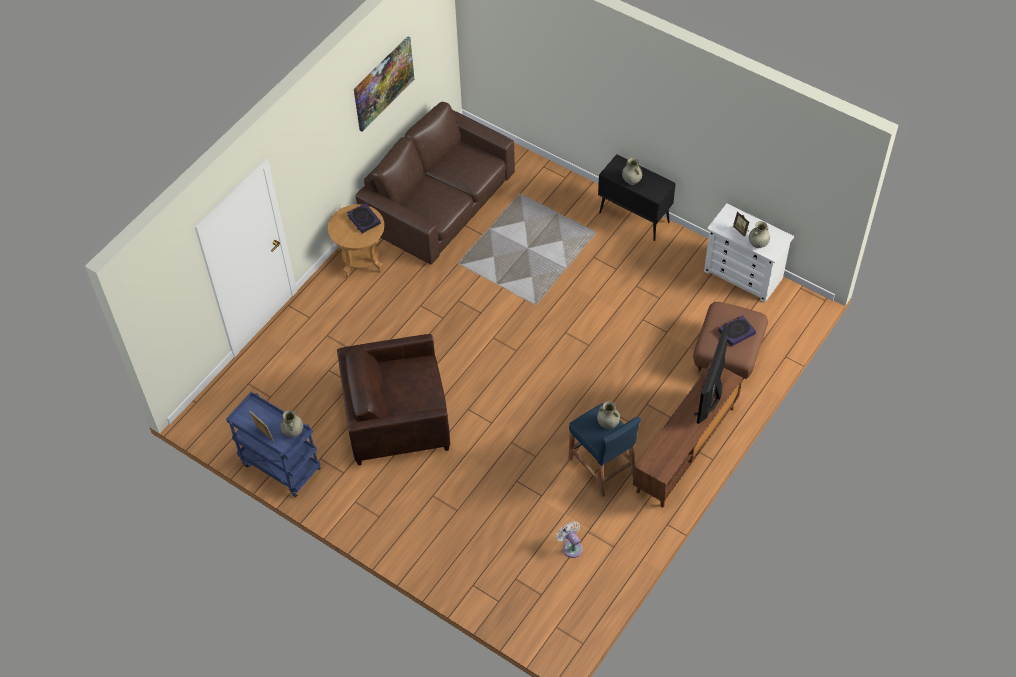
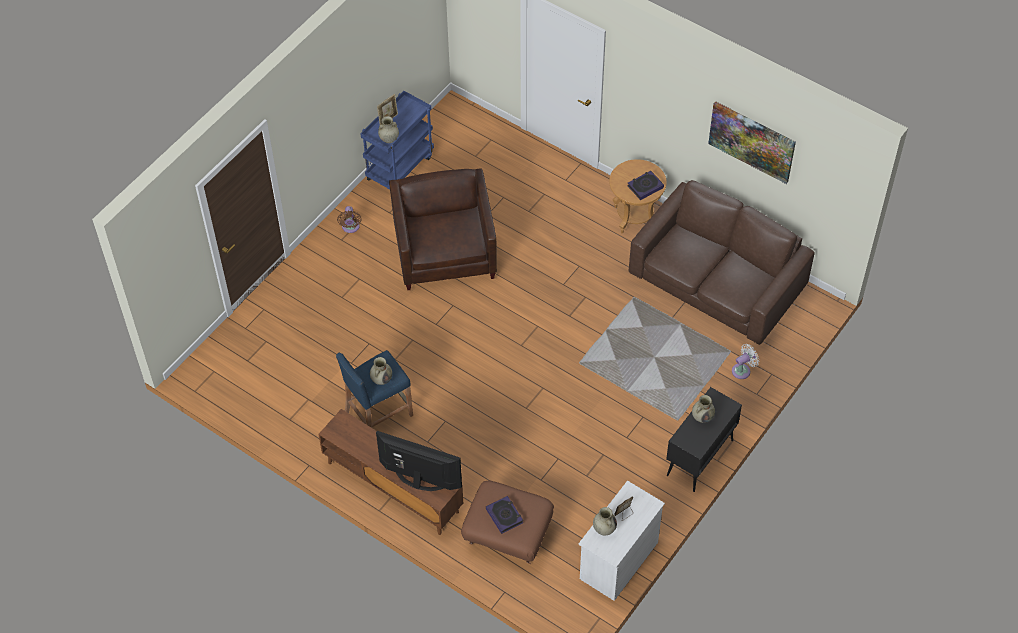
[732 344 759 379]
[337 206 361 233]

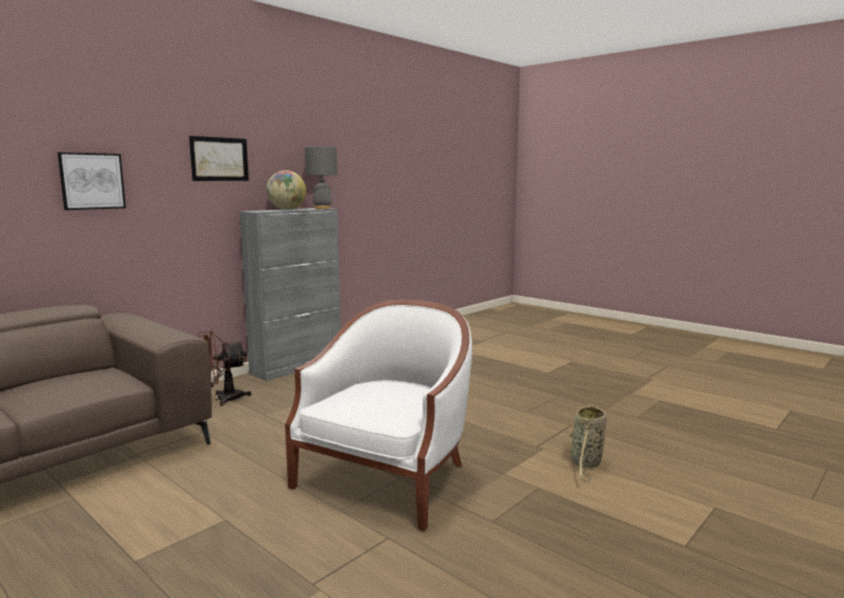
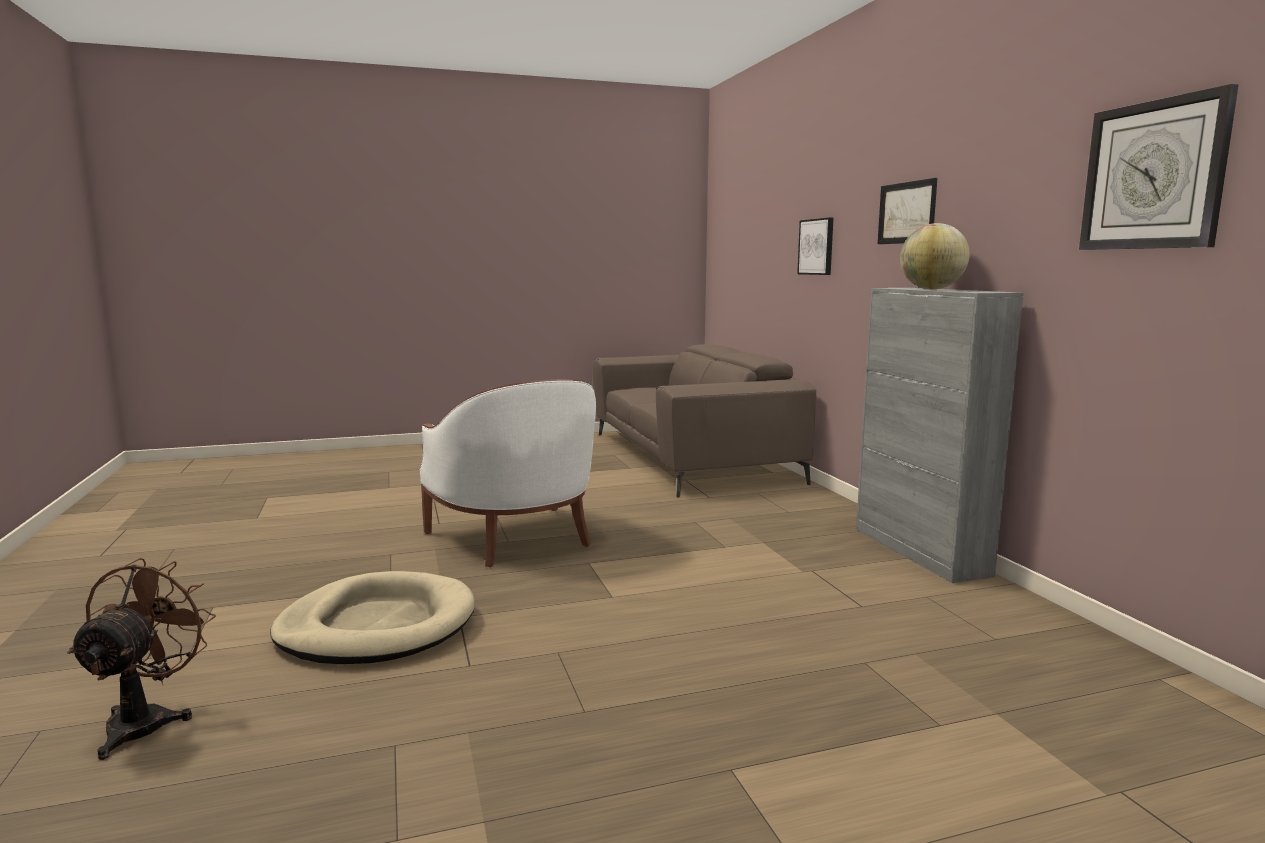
[305 145 337 209] (first image)
[67 558 216 760]
[270 571 475 664]
[1079 84 1238 250]

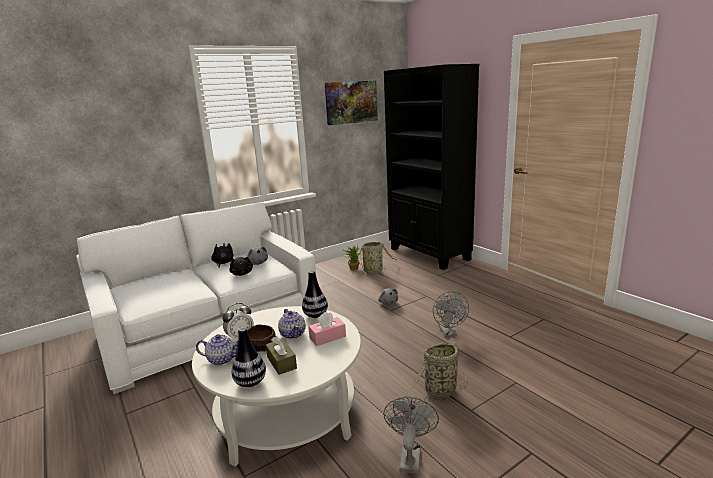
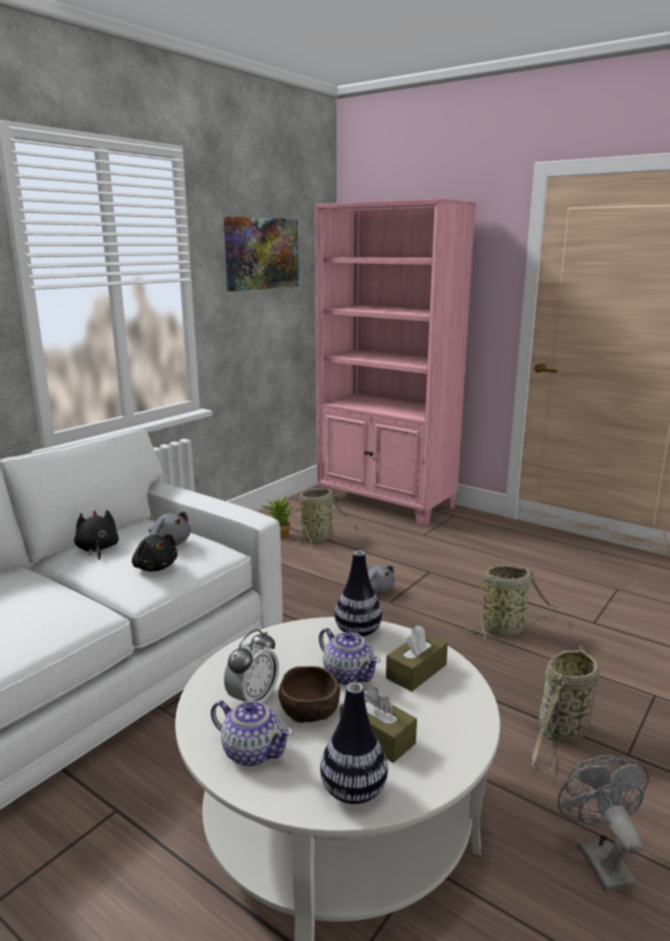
[315 198 476 526]
[464 565 558 639]
[386 625 448 692]
[211 700 293 766]

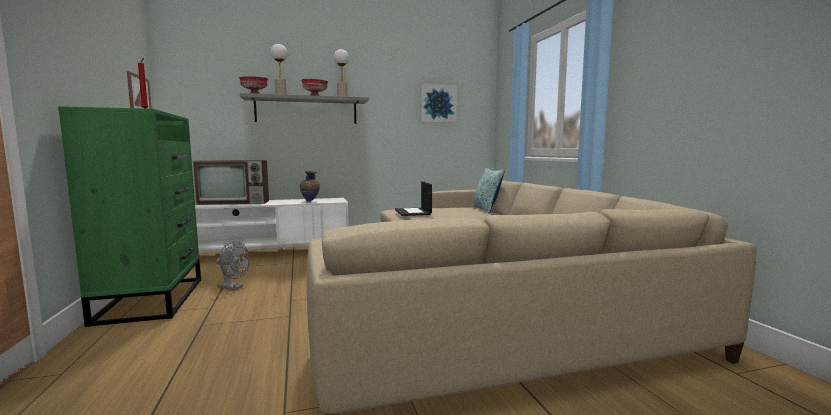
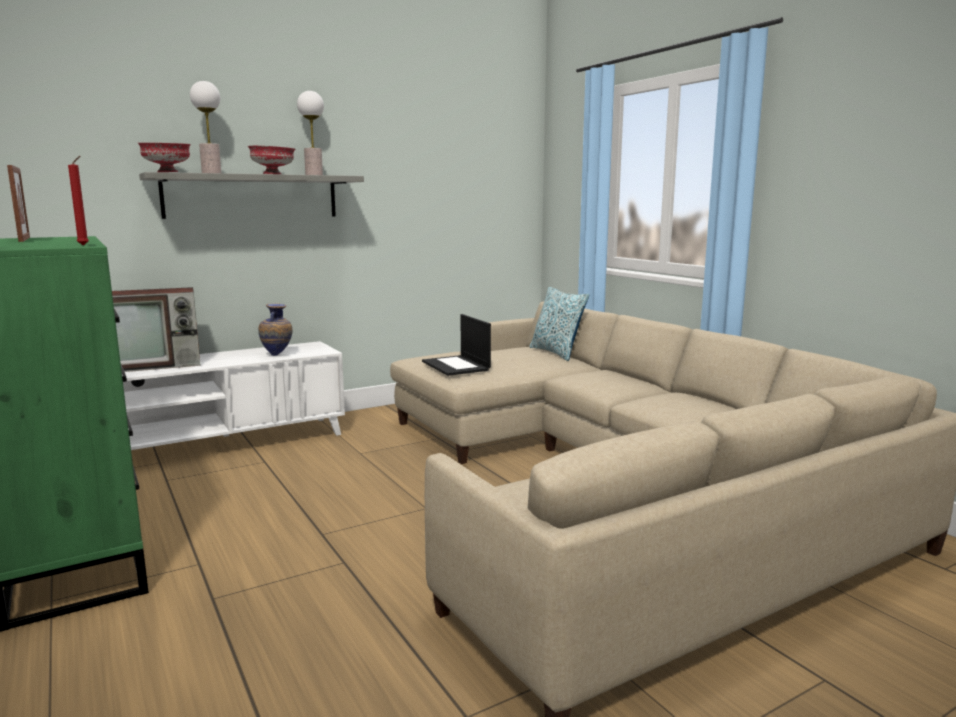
[421 84 457 123] (first image)
[216 241 250 290] (first image)

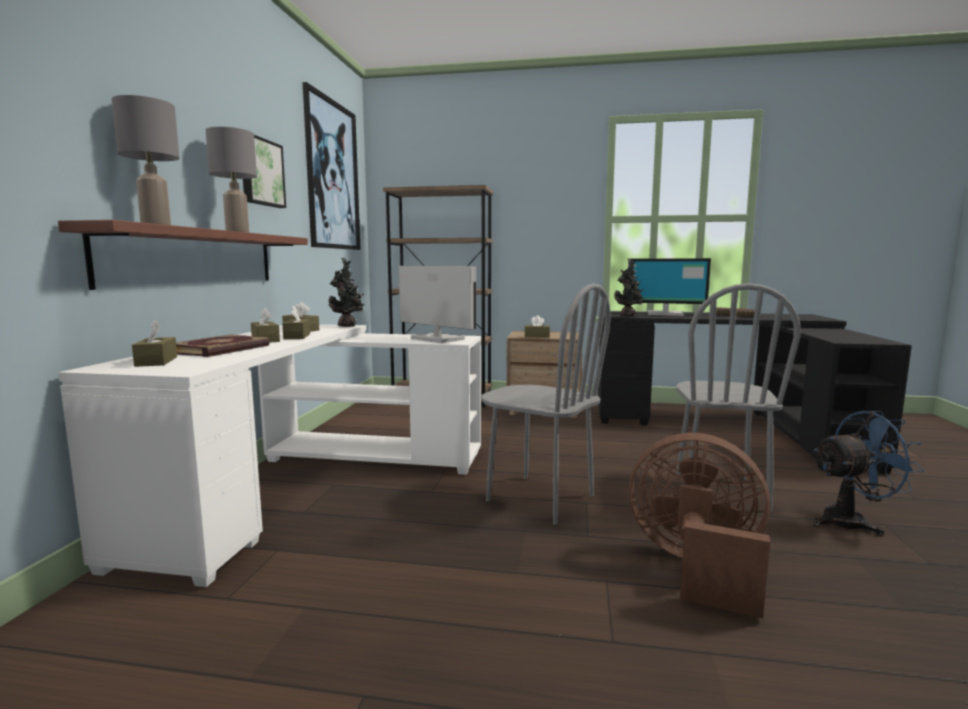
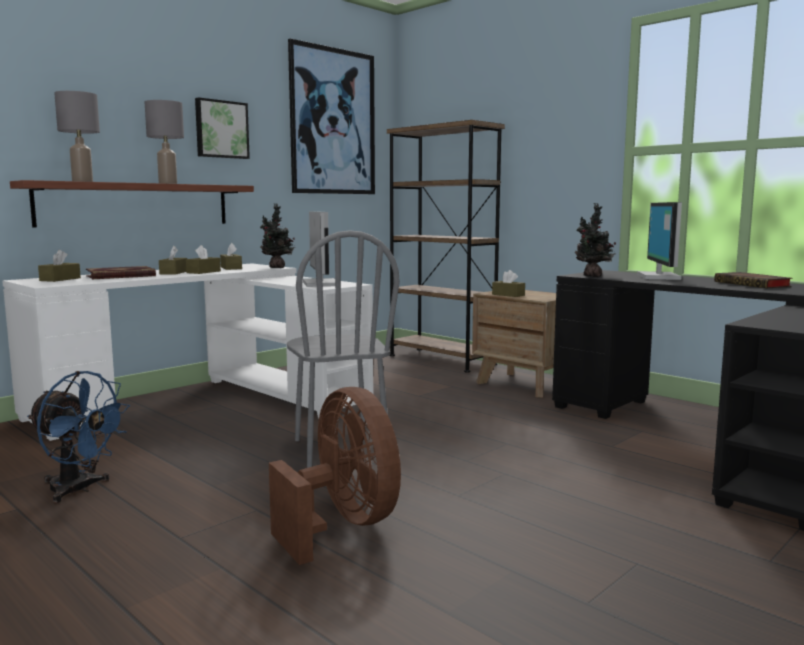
[637 202 682 280]
[676 283 801 512] (first image)
[27 371 130 503]

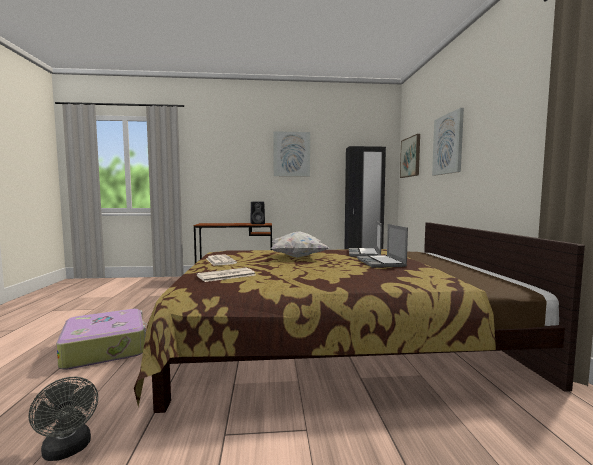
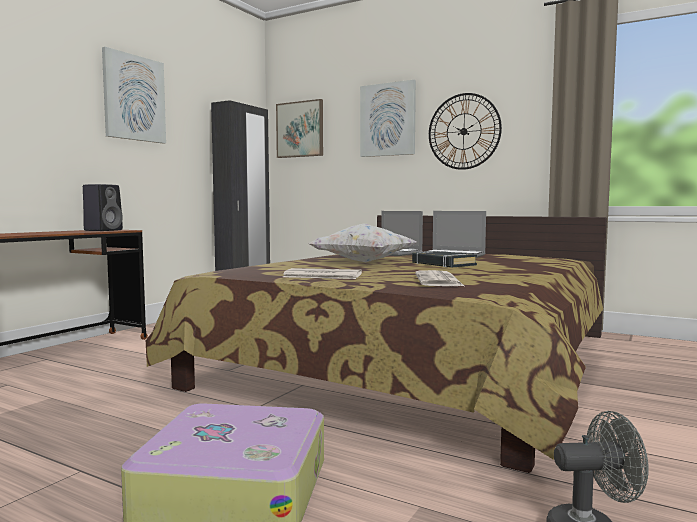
[429 93 502 170]
[412 251 477 267]

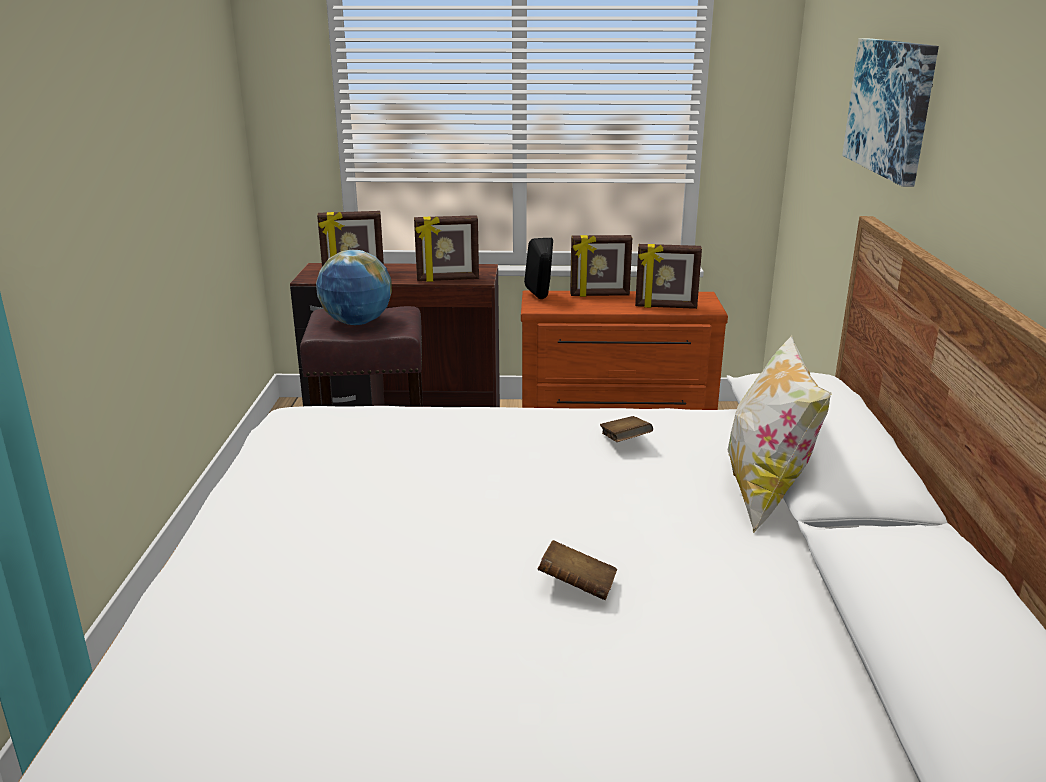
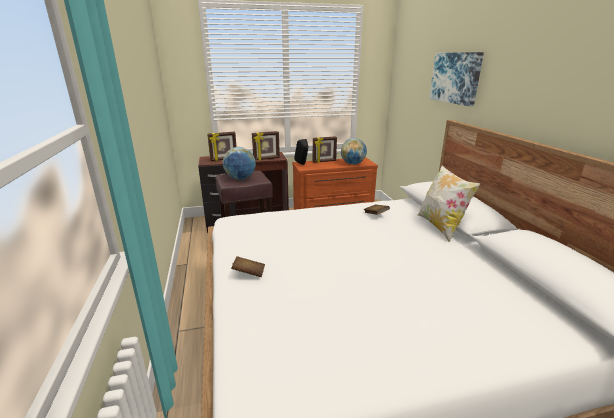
[341 138 367 165]
[231 256 265 277]

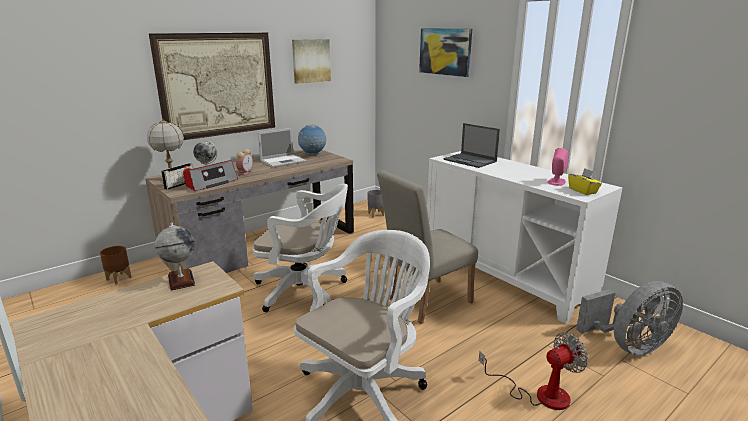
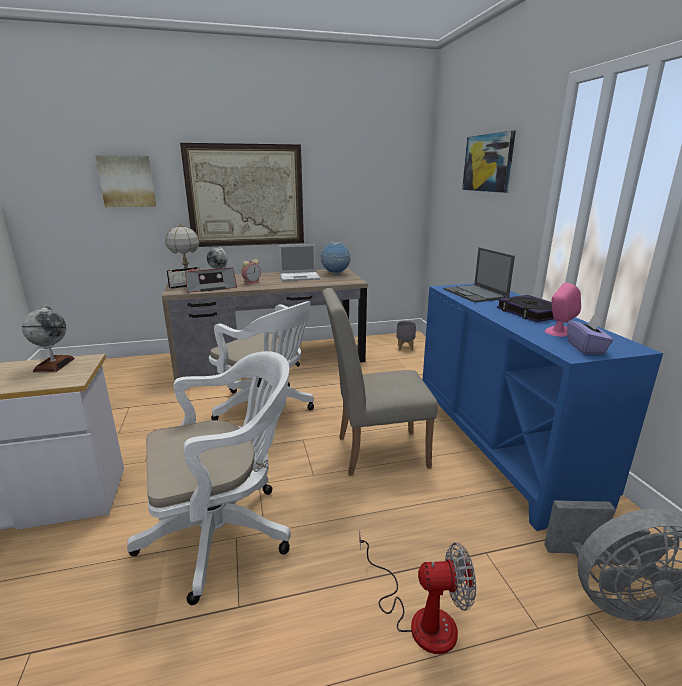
[95 155 156 207]
[423 284 663 531]
[567 315 613 354]
[100 246 132 285] (first image)
[497 295 554 322]

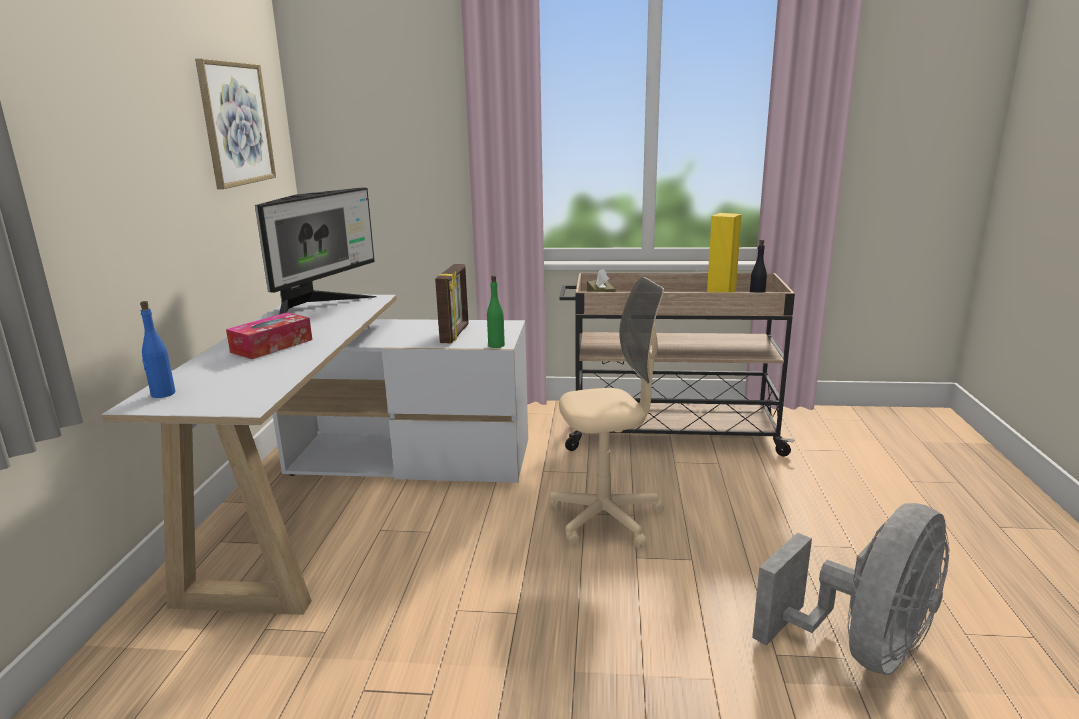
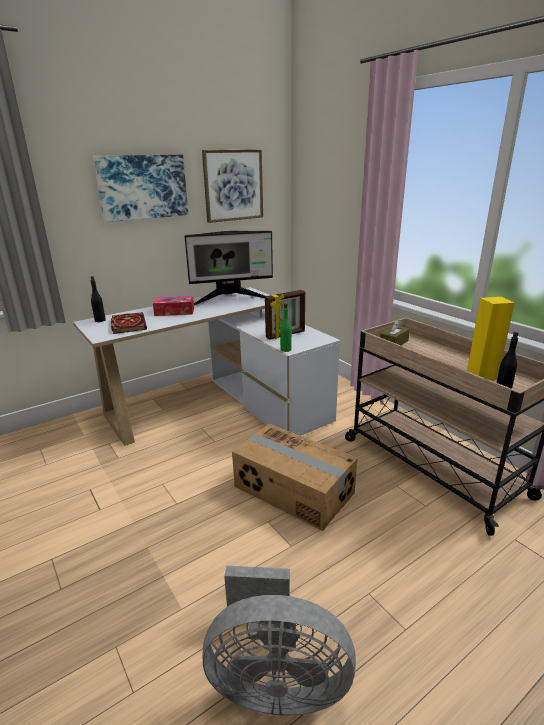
[232 424 358 531]
[91 276 106 322]
[93 155 188 222]
[111 312 147 334]

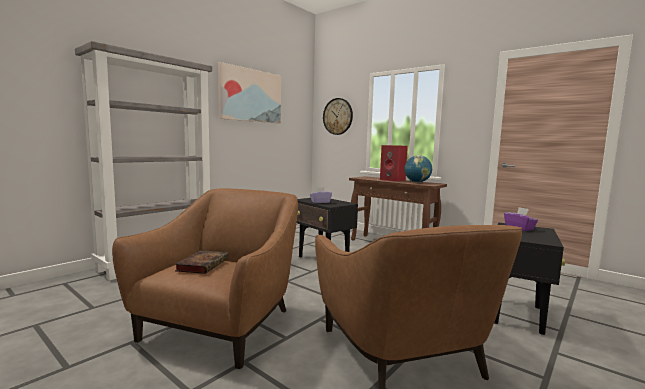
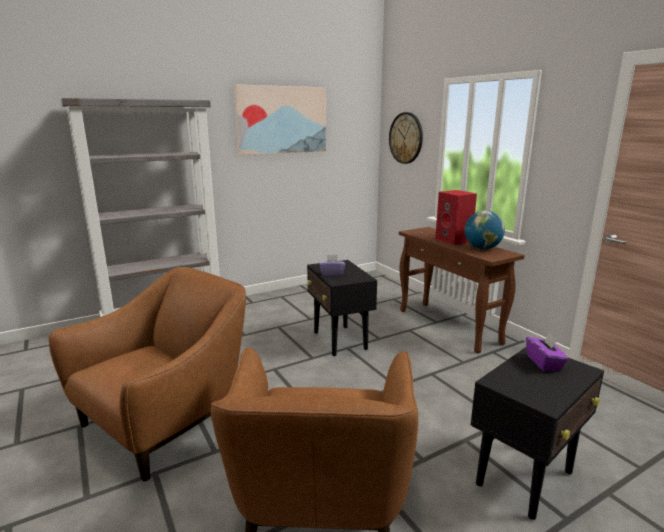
[175 250 228 274] (first image)

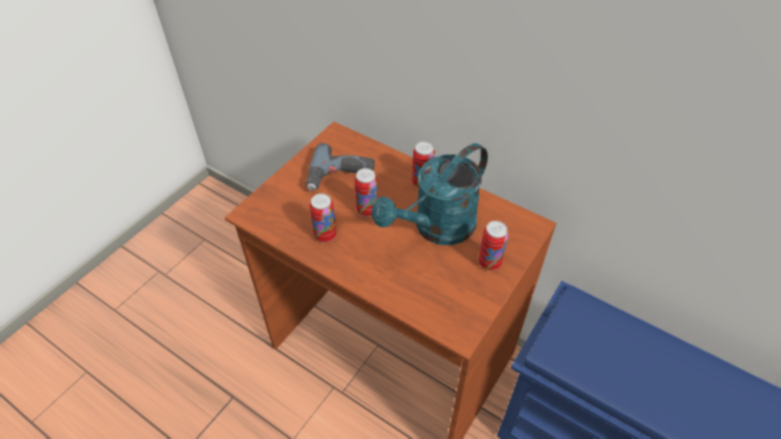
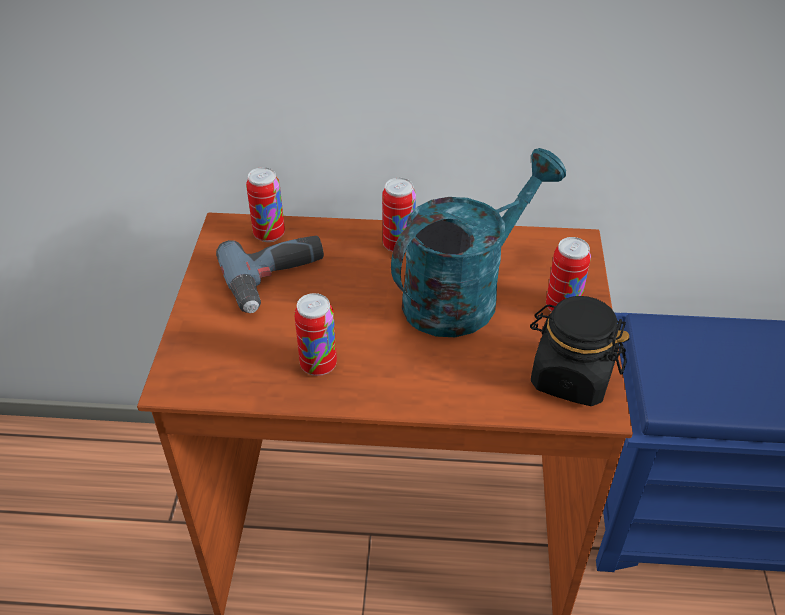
[391 148 566 337]
[246 167 285 242]
[530 296 629 406]

